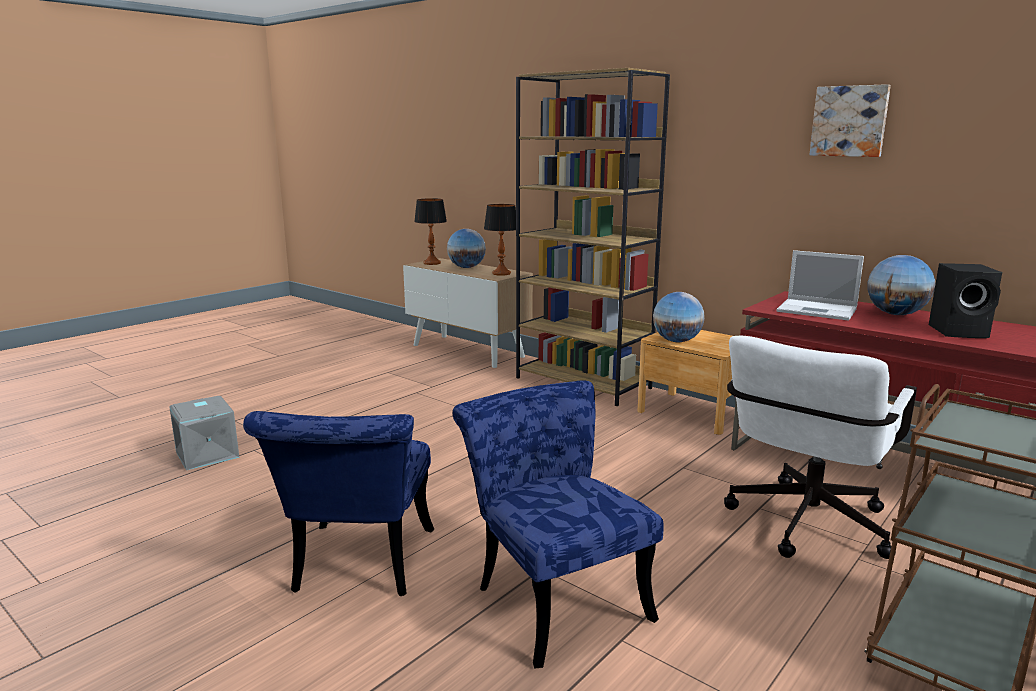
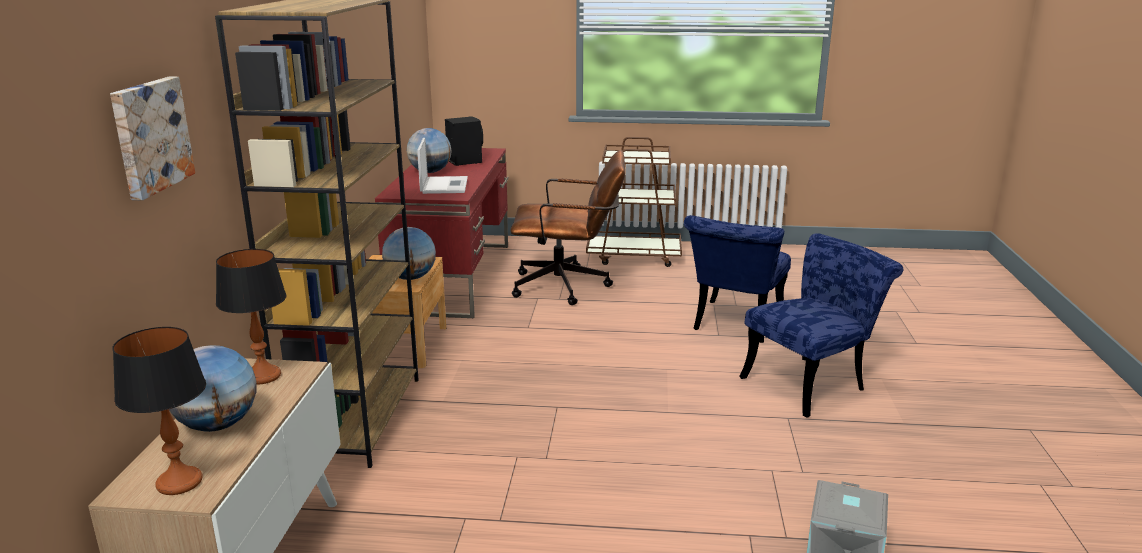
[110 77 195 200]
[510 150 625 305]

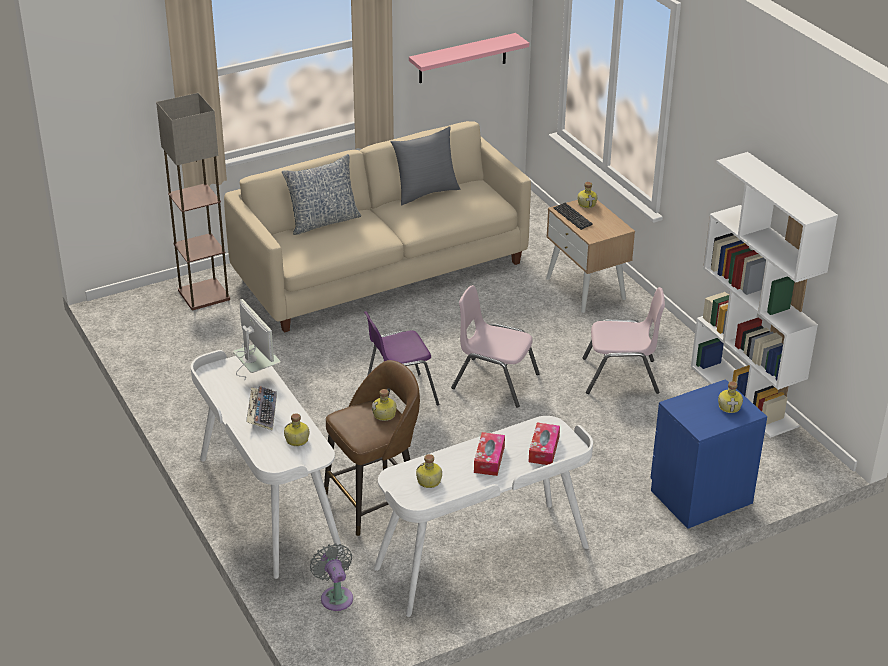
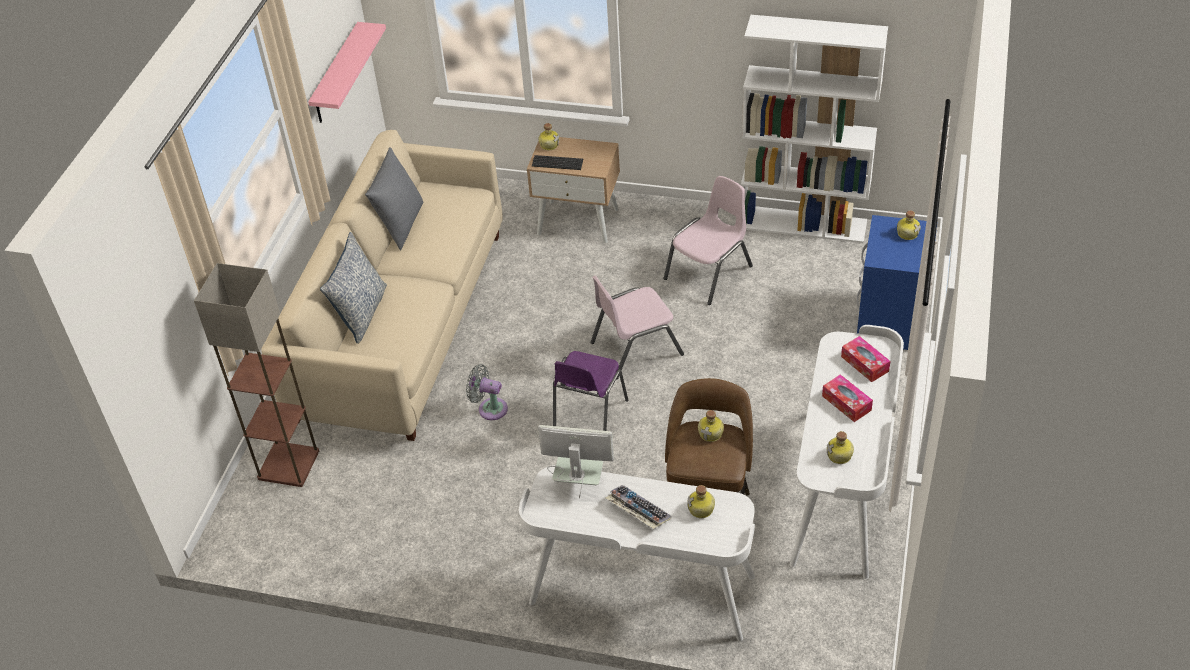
[466 364 508 420]

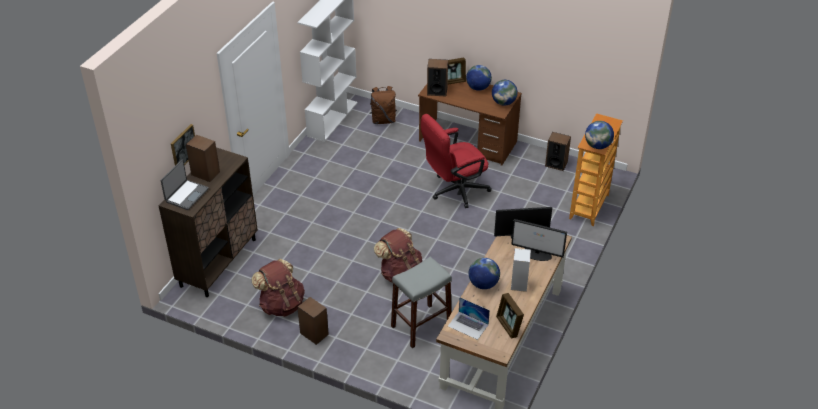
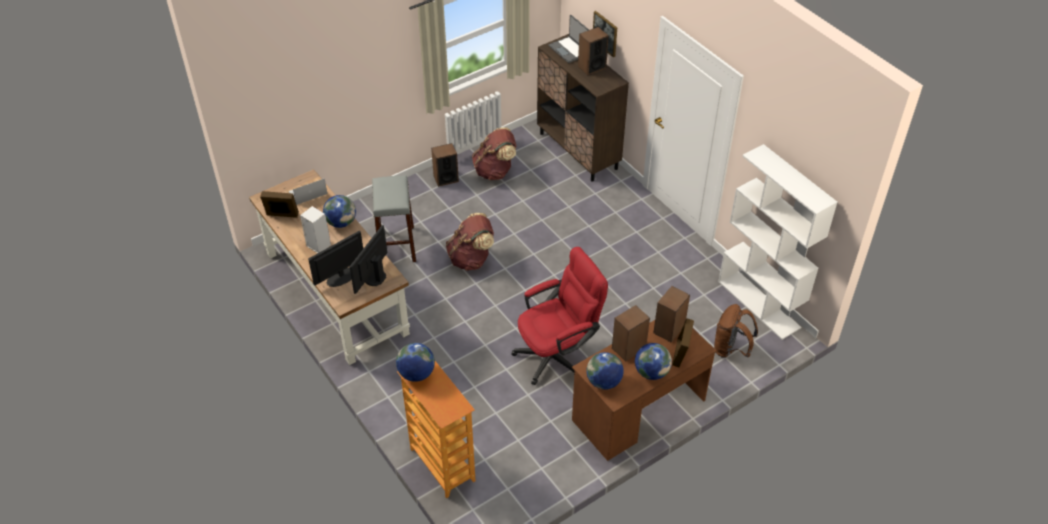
[511 247 608 385]
[612 305 650 362]

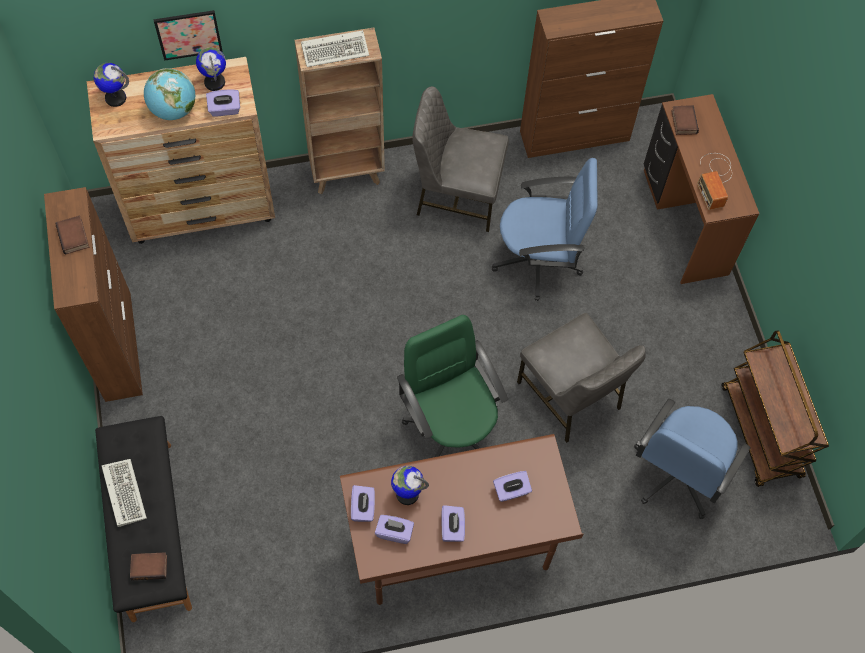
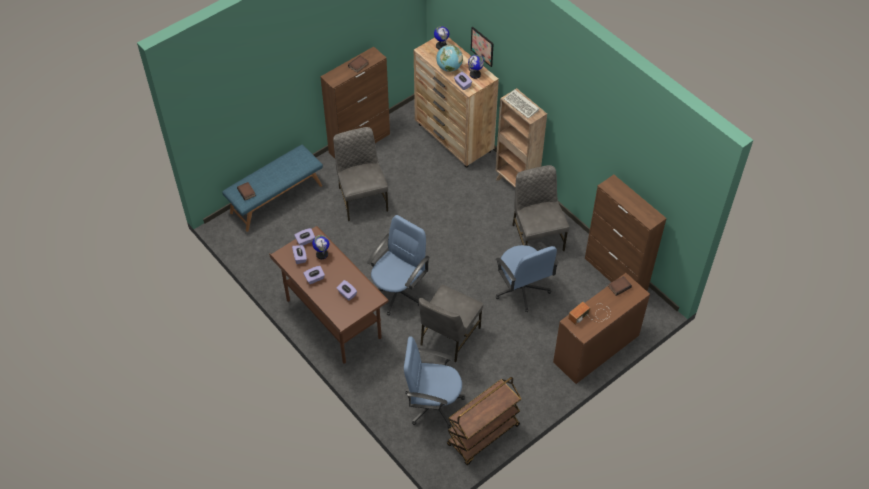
[367 215 430 316]
[222 145 323 232]
[102 459 147 527] (first image)
[333 127 388 221]

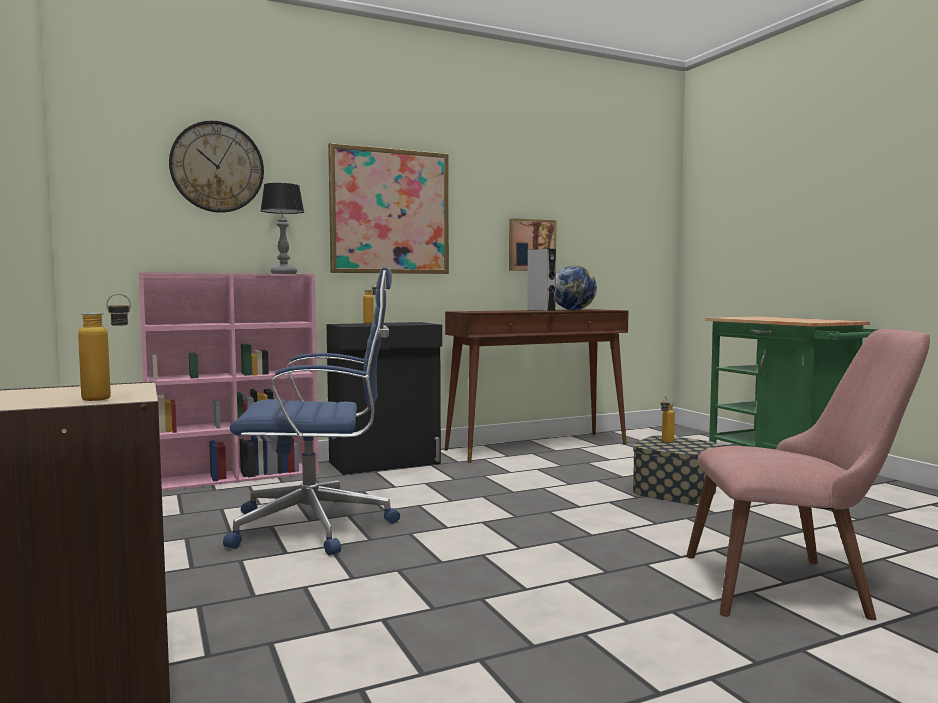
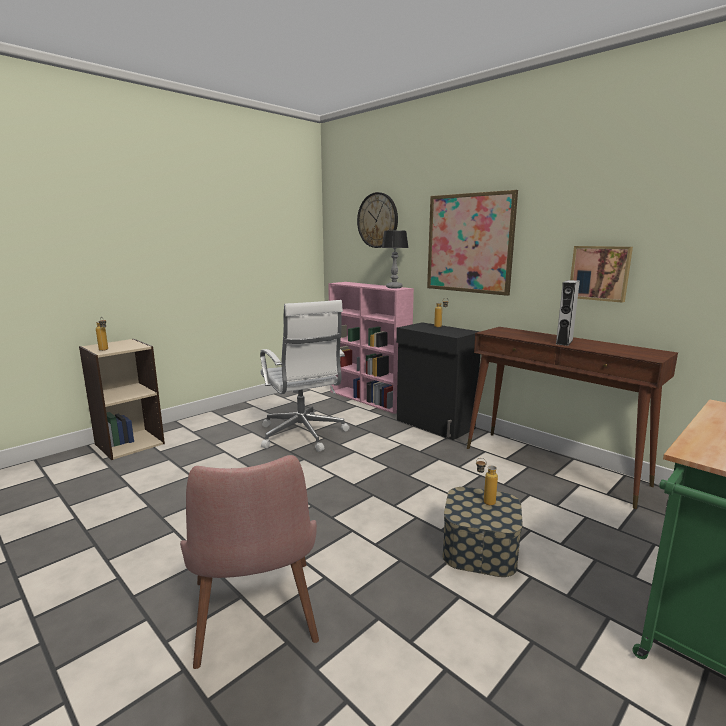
[555 266 597 310] (first image)
[260 300 350 452]

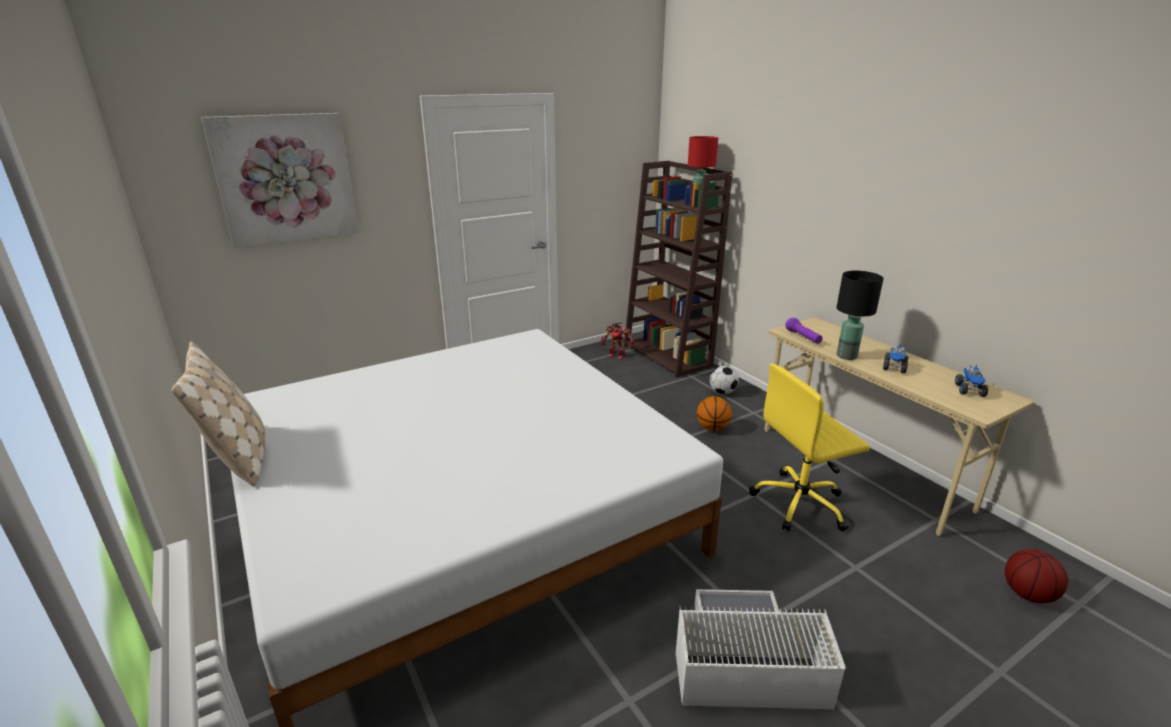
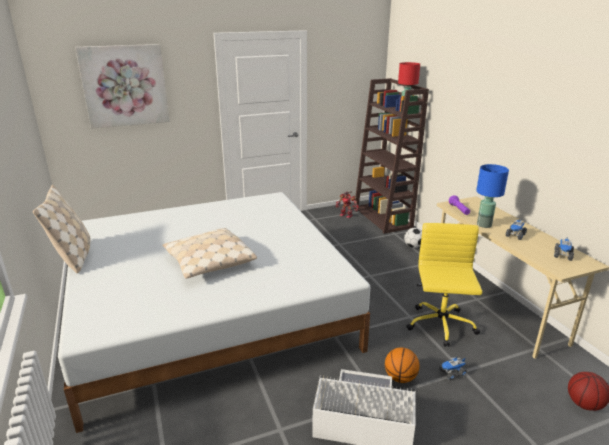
[476 164 509 228]
[406 223 482 347]
[385 347 419 383]
[162 228 257 279]
[439 357 467 380]

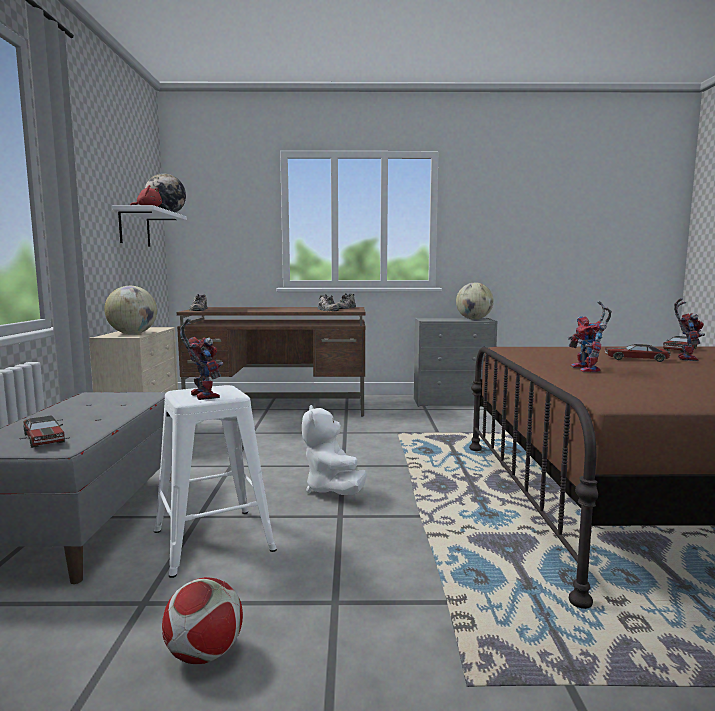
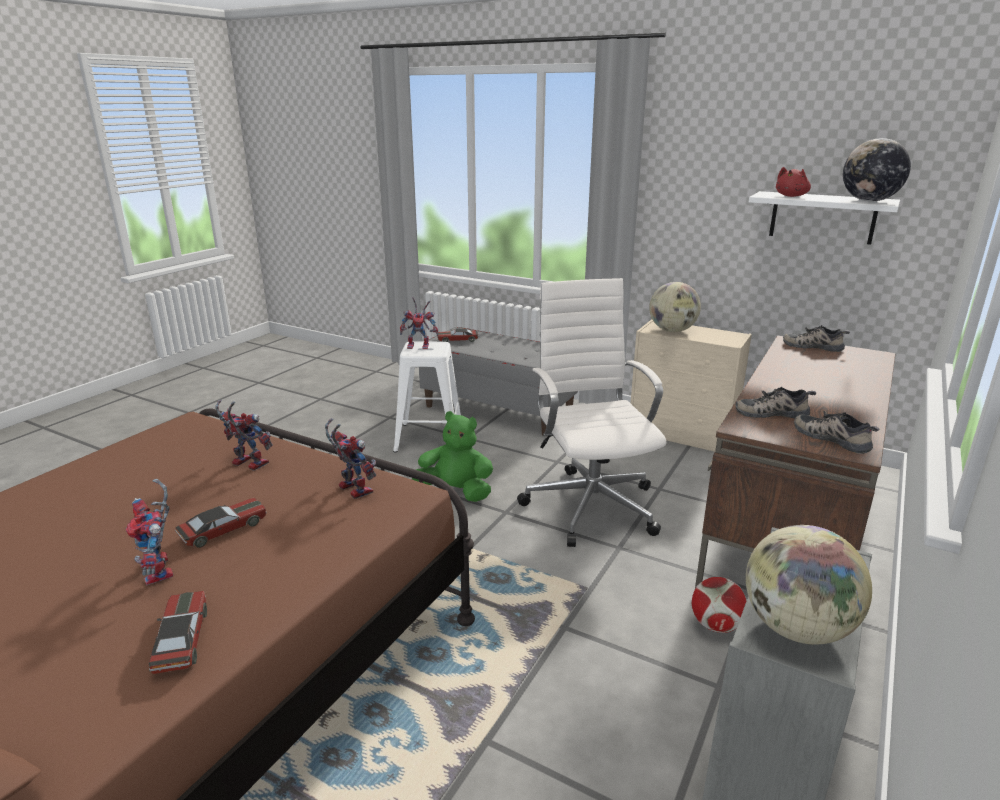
[412 411 493 502]
[692 577 747 633]
[517 278 666 547]
[325 418 376 499]

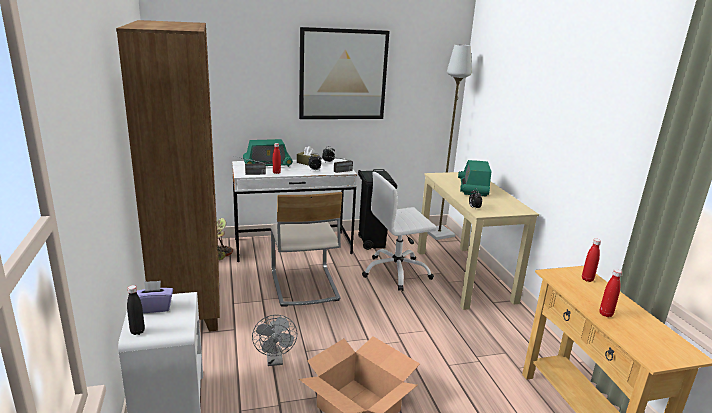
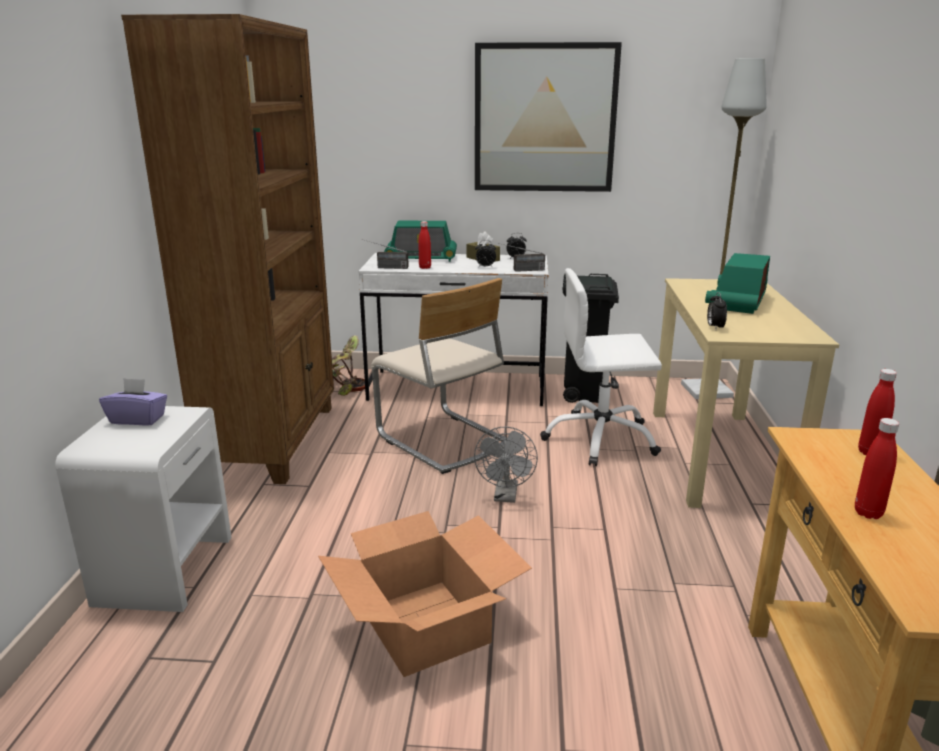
[371 278 506 474]
[127 285 145 335] (first image)
[474 426 538 503]

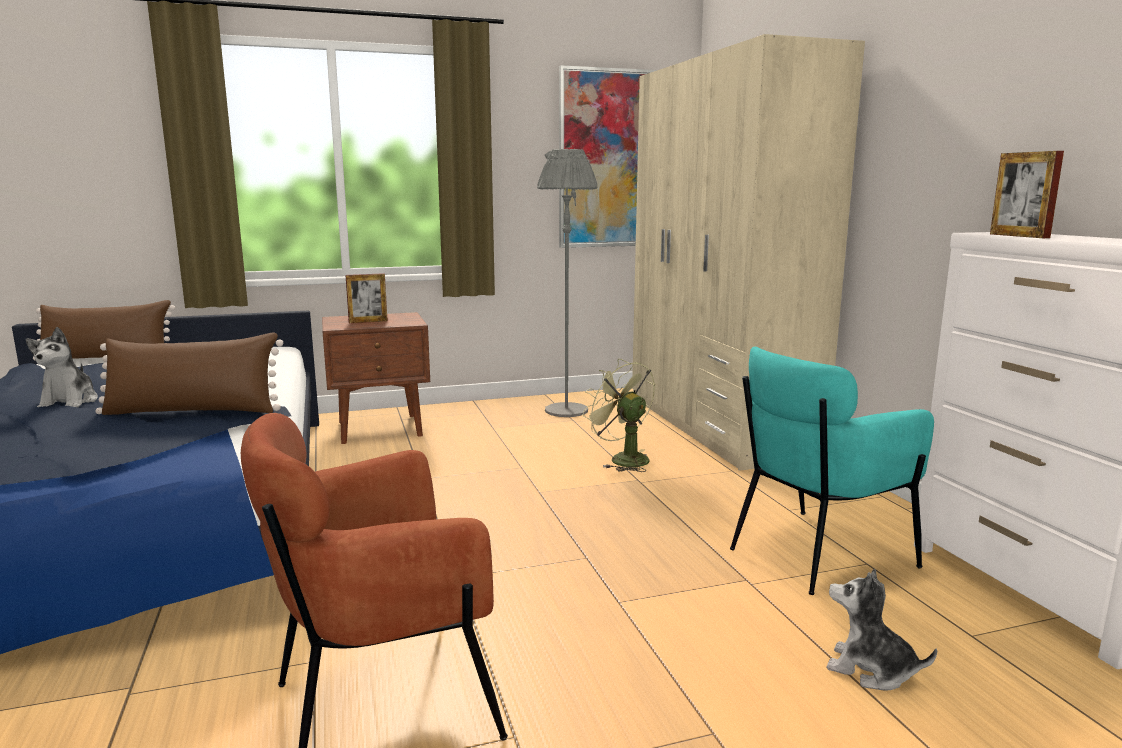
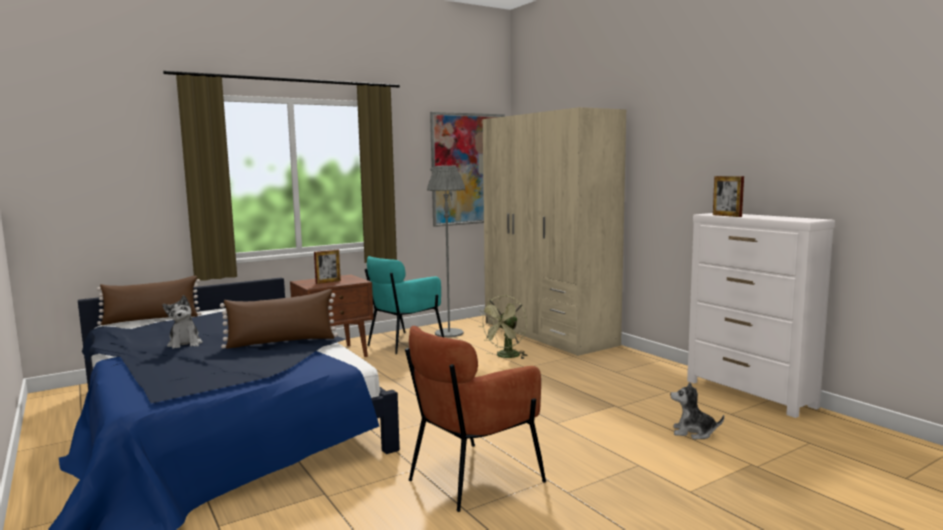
[365 256 444 354]
[479 295 528 359]

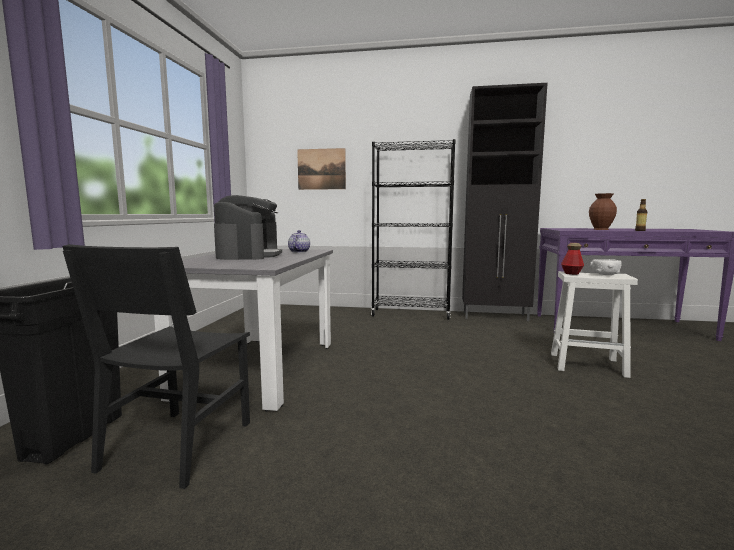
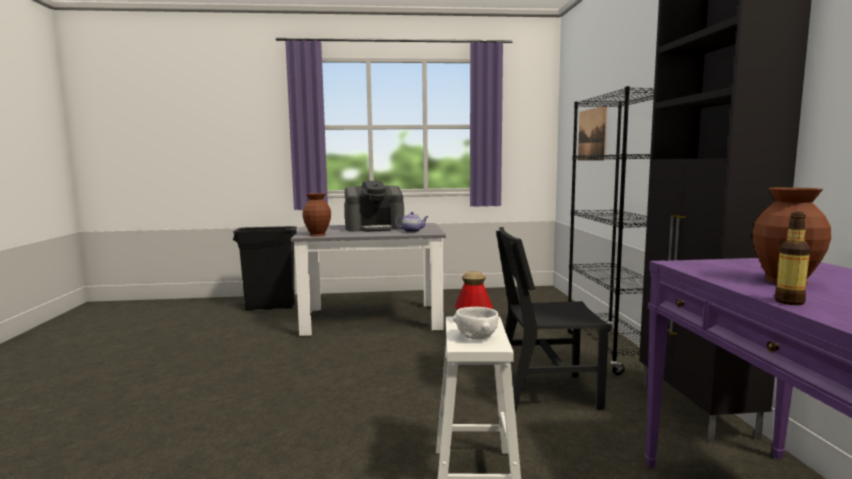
[496 227 613 413]
[302 193 331 236]

